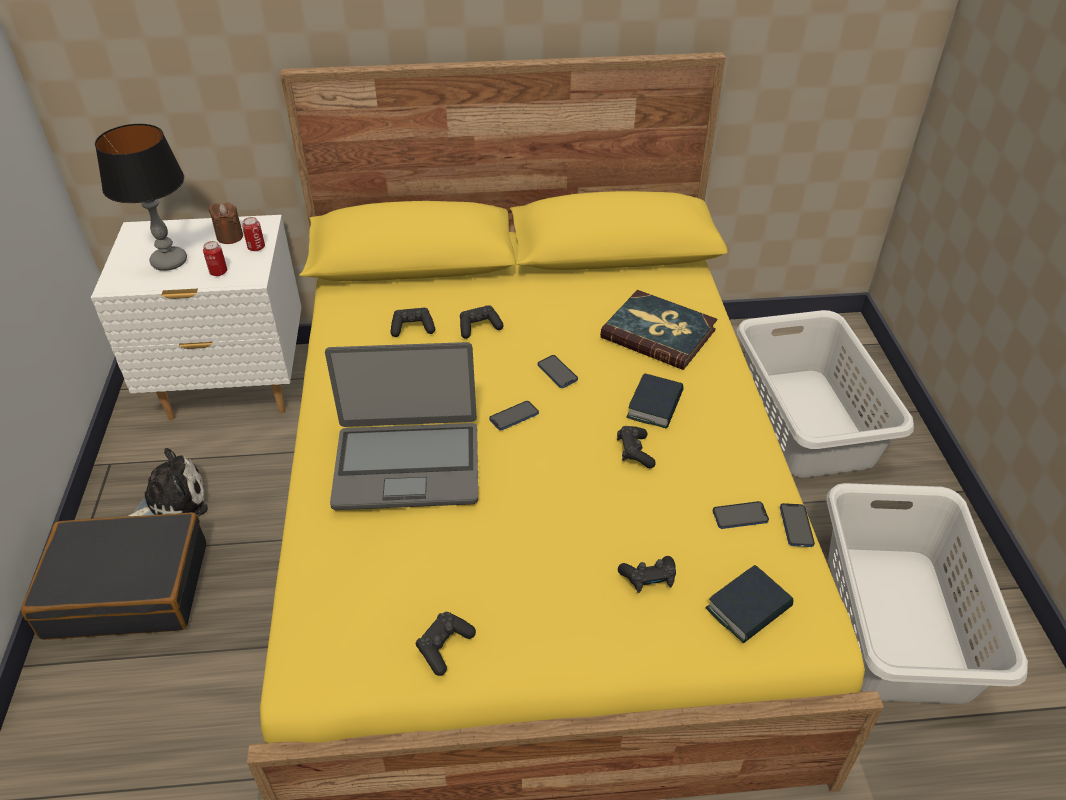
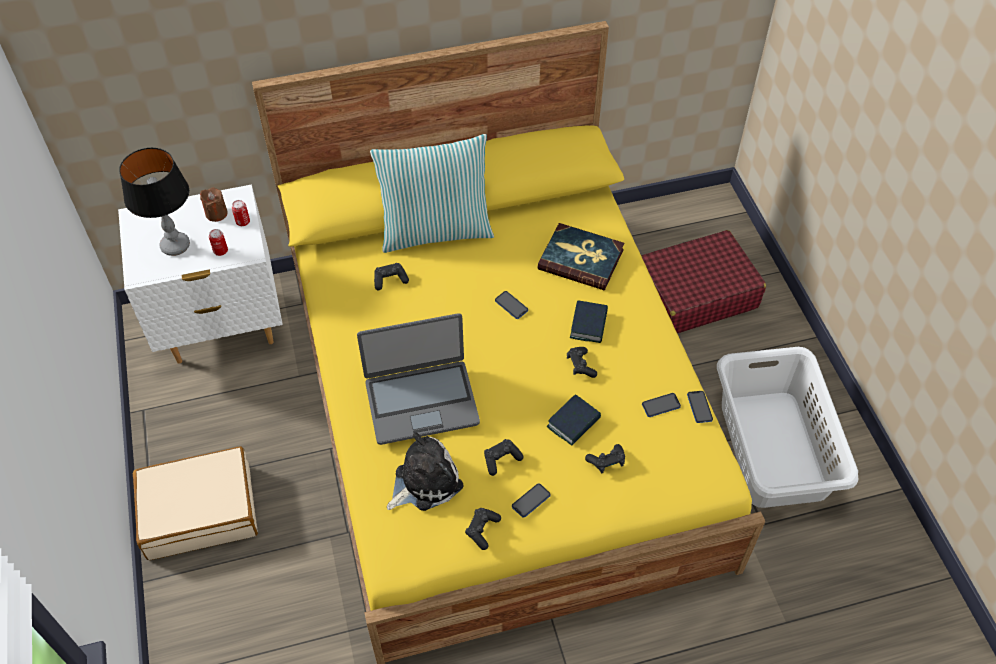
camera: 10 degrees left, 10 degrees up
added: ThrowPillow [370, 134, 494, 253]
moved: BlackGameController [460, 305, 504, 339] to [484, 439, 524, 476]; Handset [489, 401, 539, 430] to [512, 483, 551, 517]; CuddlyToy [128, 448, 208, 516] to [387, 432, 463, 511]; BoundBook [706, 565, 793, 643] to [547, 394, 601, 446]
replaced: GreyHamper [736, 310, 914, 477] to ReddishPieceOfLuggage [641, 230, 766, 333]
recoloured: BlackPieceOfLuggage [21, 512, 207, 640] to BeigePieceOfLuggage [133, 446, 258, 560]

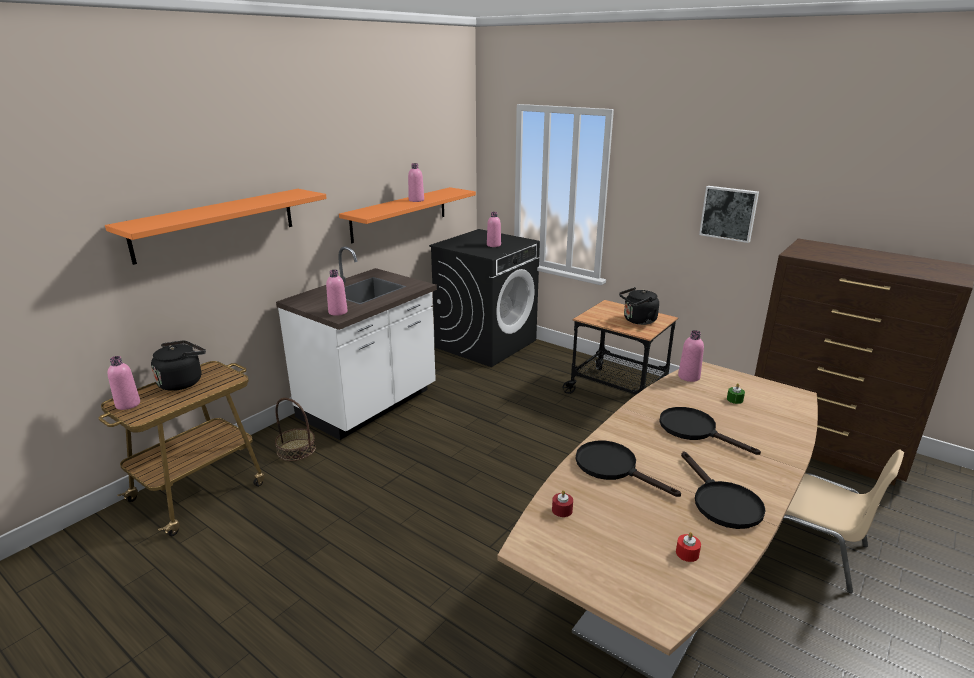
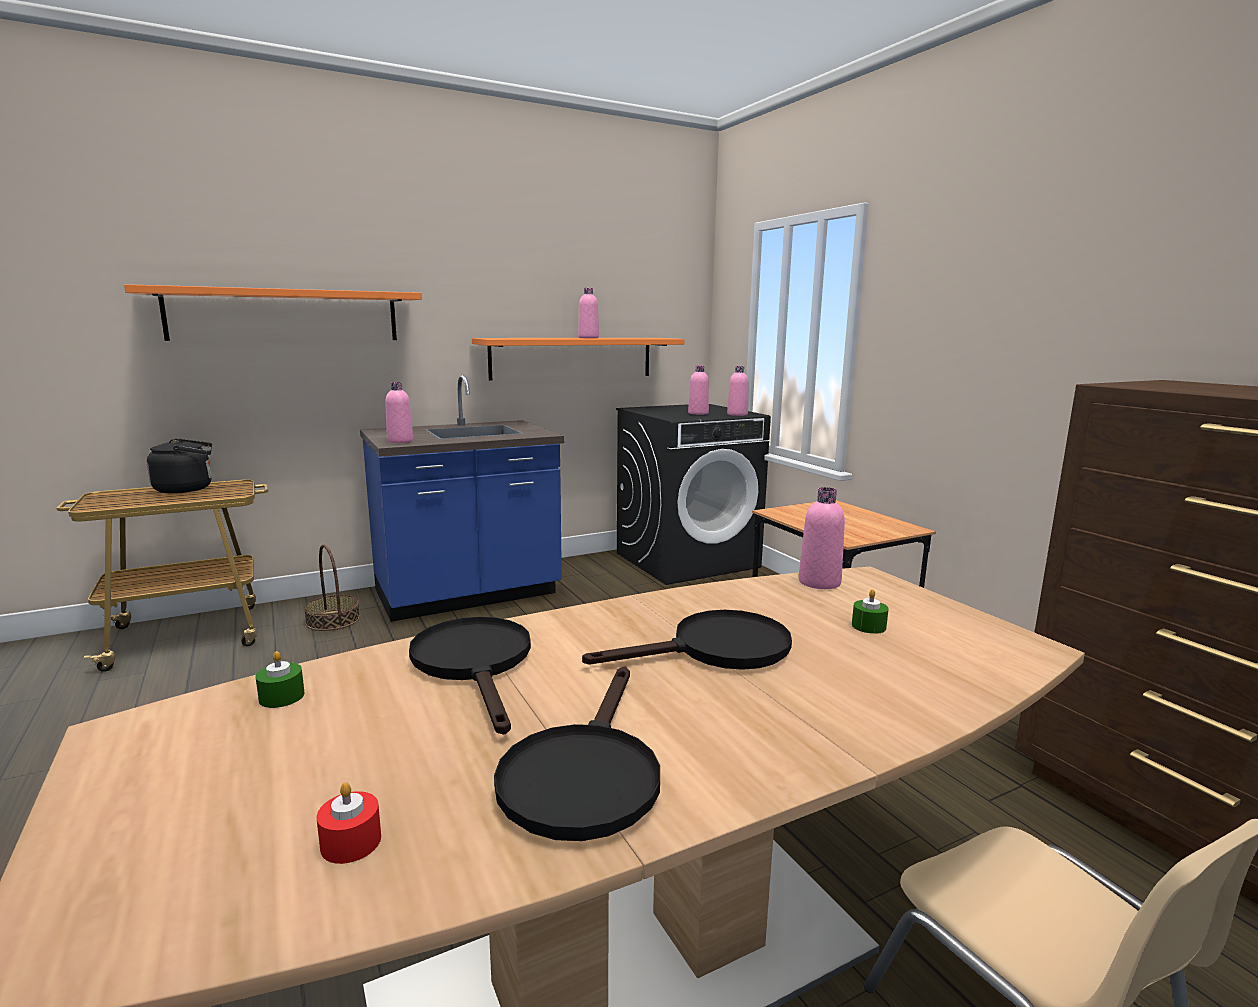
camera: 25 degrees right, 10 degrees down
removed: WallPicture [699, 186, 759, 243]; BlackKettle [619, 287, 659, 325]
moved: PinkColouredDrinkBottle [108, 356, 140, 410] to [727, 366, 749, 416]
recoloured: WhiteKitchenBaseUnit [276, 246, 437, 440] to BlueColouredKitchenBaseUnit [360, 375, 564, 622]; ReddishWaxLight [552, 490, 573, 517] to GreenWaxLight [256, 651, 305, 708]
turned: BlackSkillet [659, 407, 761, 455] = [582, 610, 792, 670] 90 degrees clockwise

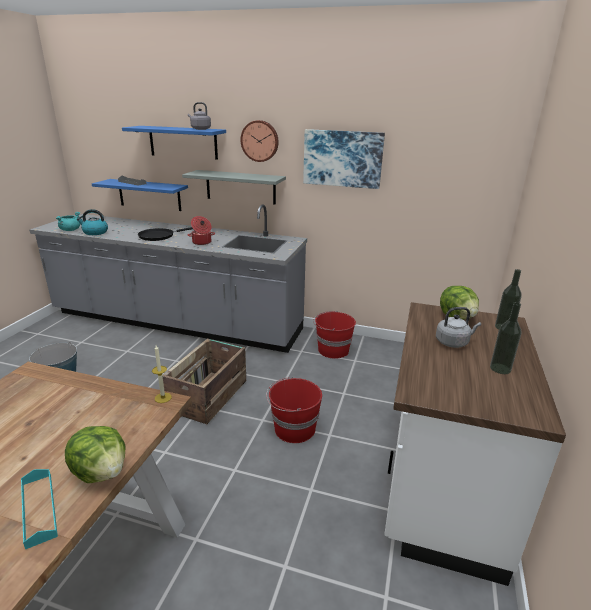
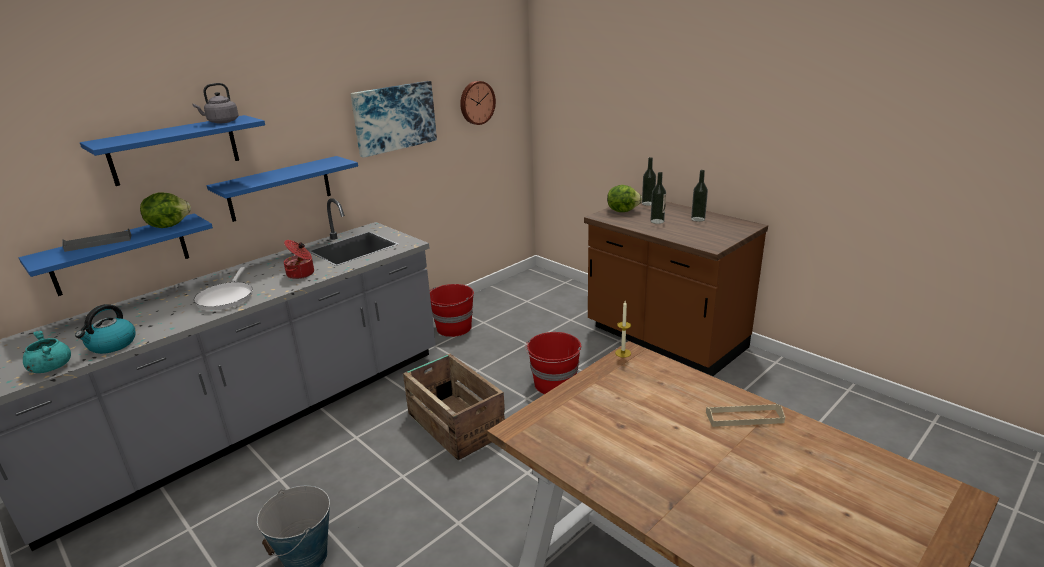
camera: 60 degrees left, 0 degrees up
moved: HangingClock [241, 120, 279, 162] to [460, 81, 496, 125]; HeadOfLettuce [65, 426, 126, 483] to [140, 193, 191, 228]
replaced: GreyKettle [436, 307, 481, 348] to DrinkBottle [650, 172, 666, 224]
recoloured: GreyWallShelf [182, 170, 286, 205] to BlueColouredWallShelf [207, 156, 358, 222]; BlackSkillet [138, 227, 193, 241] to WhiteSkillet [194, 267, 253, 310]; WhiteKitchenBaseUnit [384, 302, 566, 586] to BrownKitchenBaseUnit [584, 202, 768, 376]; TurquoiseColouredTray [21, 469, 58, 550] to BeigeTray [706, 403, 785, 427]

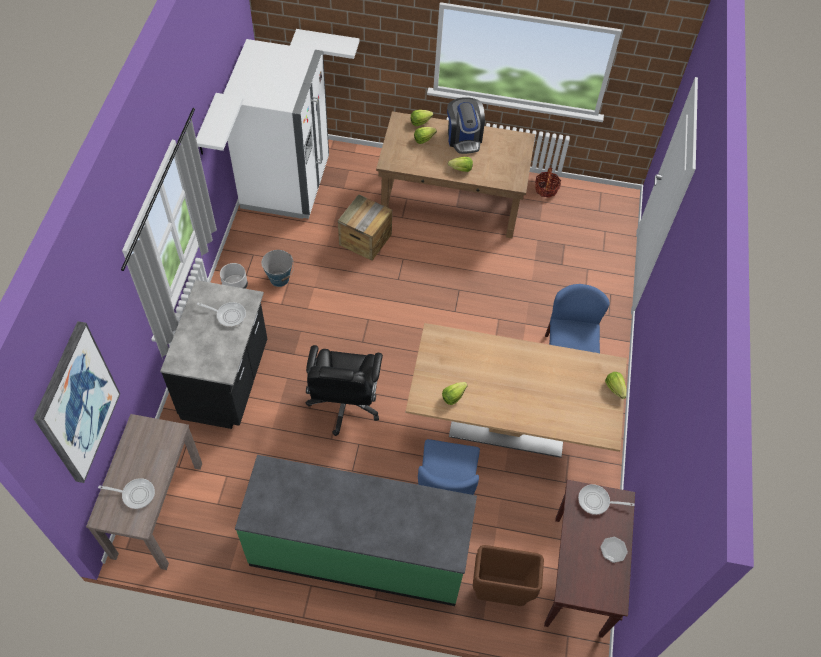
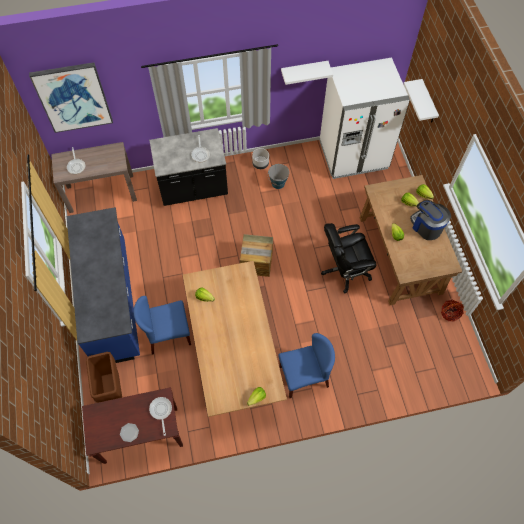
camera: 70 degrees right, 5 degrees up
moved: Crate [338, 194, 392, 261] to [240, 234, 273, 277]; BlackOfficeChair [306, 345, 383, 436] to [321, 223, 376, 293]
recoloured: GreenKitchenBaseUnit [235, 455, 477, 606] to BlueColouredKitchenBaseUnit [67, 207, 140, 363]
turned: CoffeeBrewer [447, 97, 485, 154] = [410, 200, 451, 240] 90 degrees clockwise

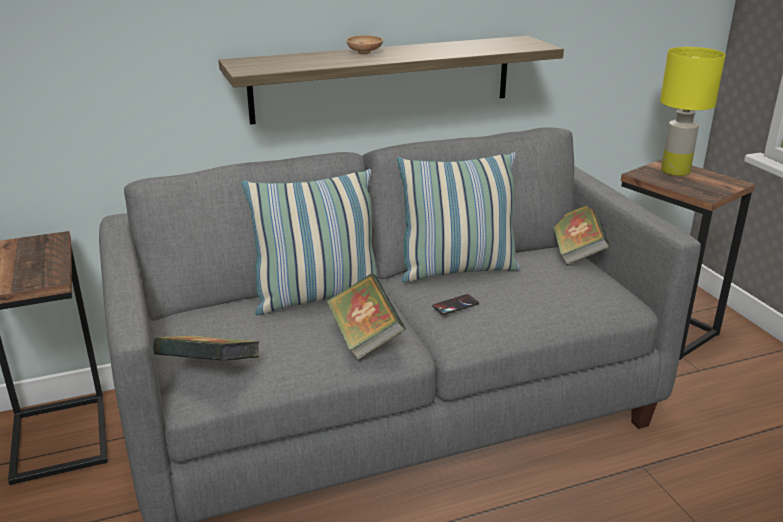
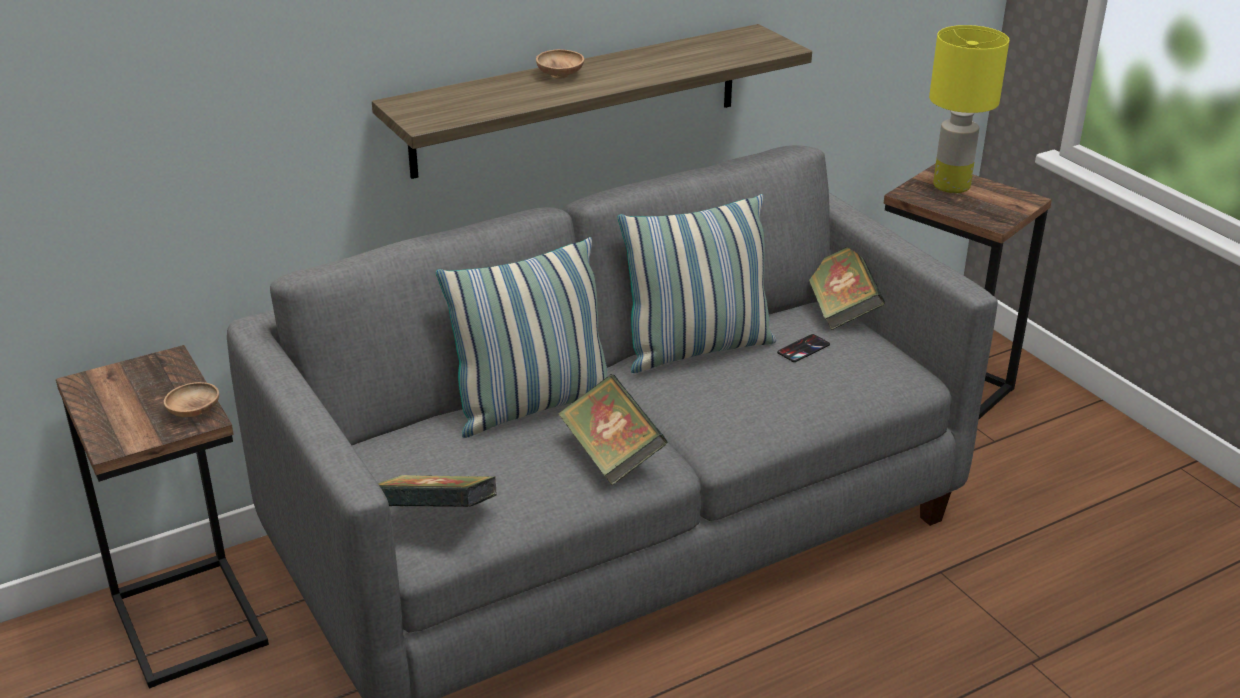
camera: 10 degrees left, 5 degrees up
added: BrownDeepDish [164, 382, 219, 417]
moved: Handset [432, 294, 479, 315] to [777, 334, 830, 362]

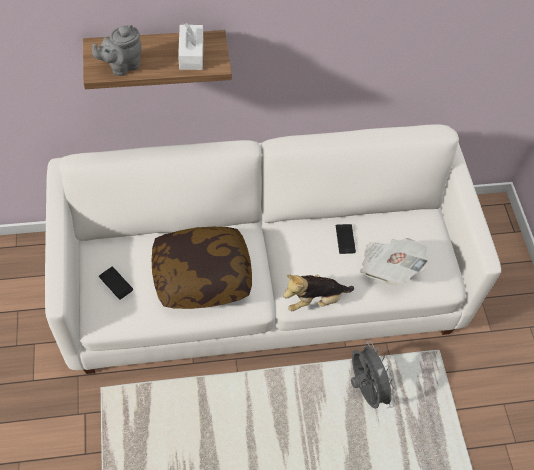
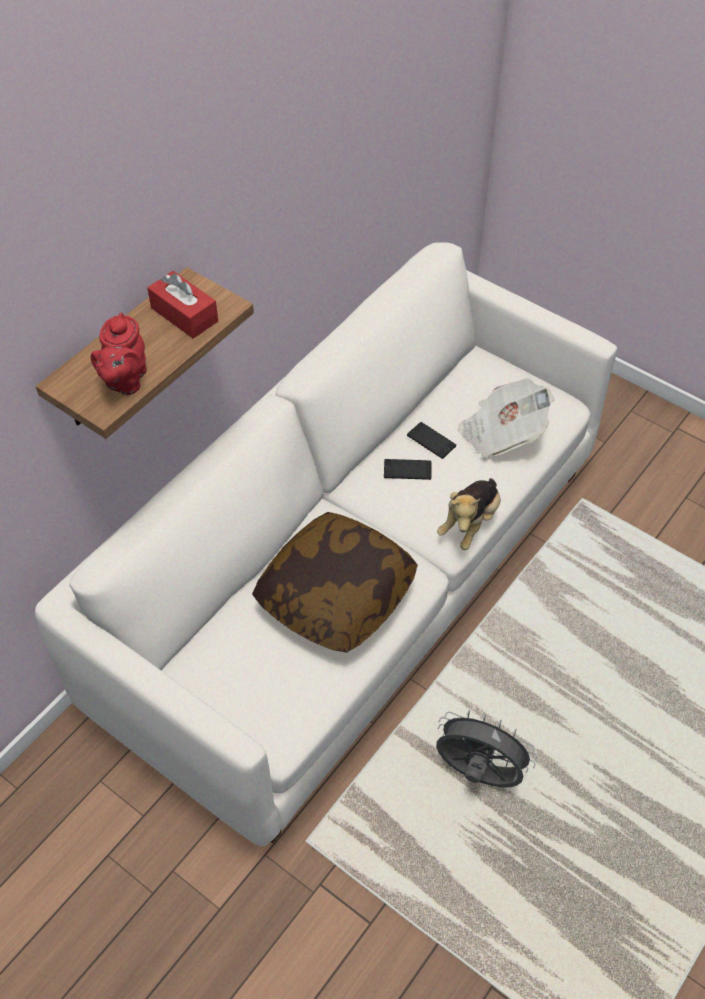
camera: 40 degrees left, 5 degrees down
moved: Handset [99, 267, 133, 300] to [384, 459, 432, 480]; GreyCoolingFan [351, 341, 397, 409] to [436, 710, 537, 787]
recoloured: WhiteBoxOfTissues [178, 23, 203, 70] to ReddishBoxOfTissues [147, 271, 218, 339]; GreyPotForTea [92, 25, 141, 76] to ReddishPotForTea [90, 312, 147, 395]

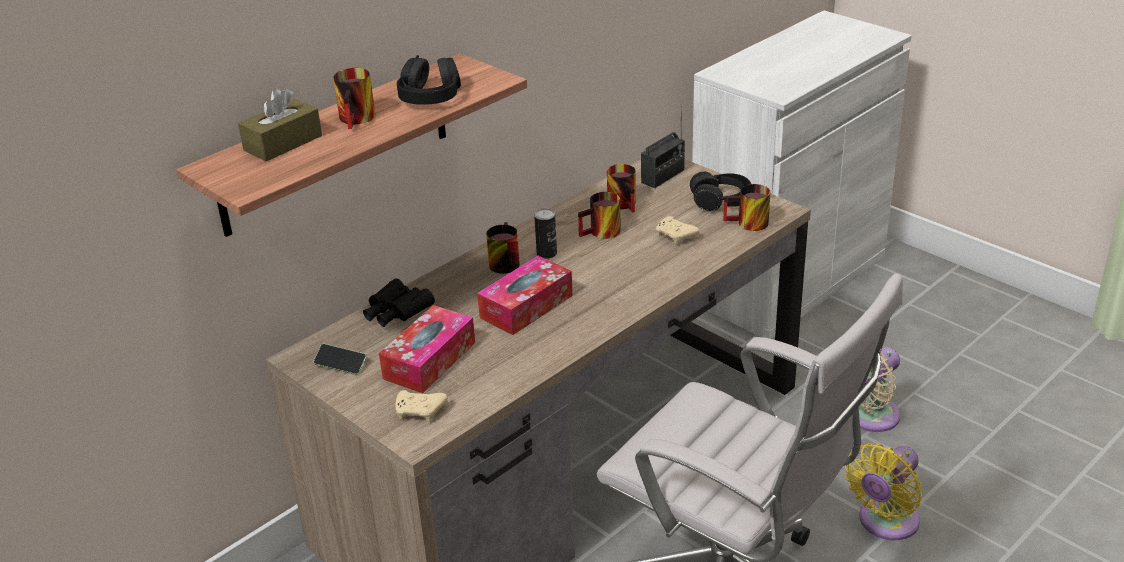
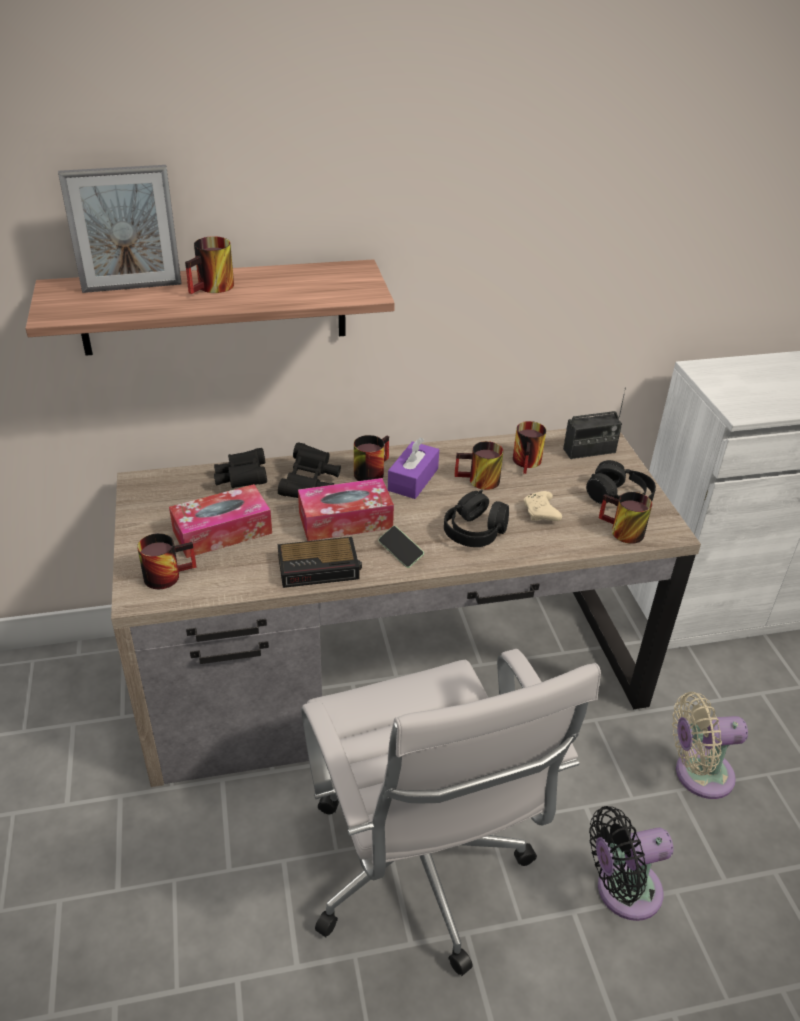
camera: 30 degrees right, 5 degrees up
added: BlackBinoculars [278, 442, 341, 498]; TableClock [278, 537, 362, 588]
moved: BlackHeadset [397, 55, 461, 105] to [444, 490, 509, 547]; Handset [313, 344, 367, 375] to [378, 526, 424, 568]
replaced: BrownBoxOfTissues [238, 88, 322, 161] to StandingFrame [58, 165, 182, 293]; SealedCan [534, 208, 557, 259] to PurplishBoxOfTissues [388, 437, 439, 499]; BeigeGameController [396, 390, 448, 421] to Mug [137, 533, 197, 589]
recoloured: YellowColouredCoolingFan [845, 443, 922, 540] to BlackCoolingFan [589, 806, 674, 921]

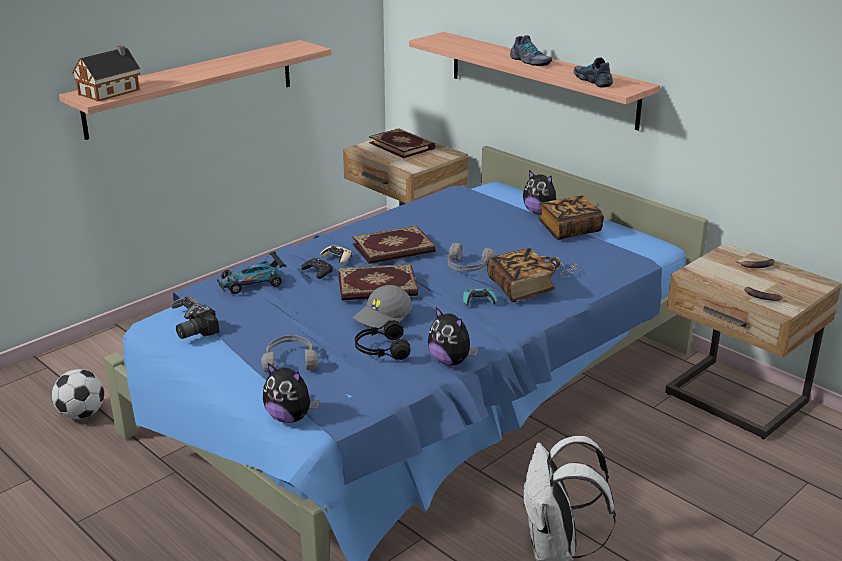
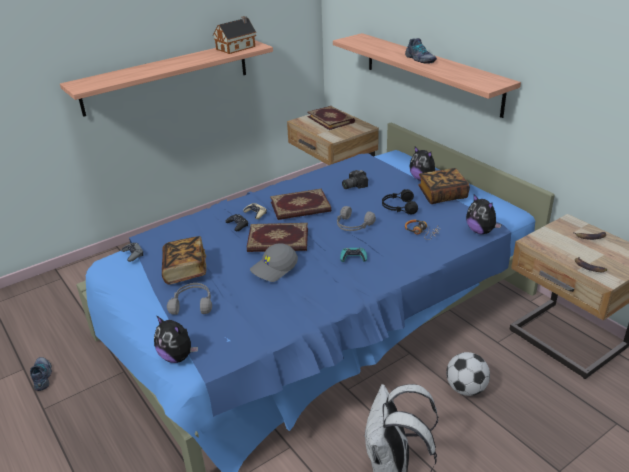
camera: 10 degrees right, 5 degrees up
removed: ModelCar [217, 252, 286, 294]
moved: MiniatureHouse [72, 45, 140, 102] to [213, 16, 256, 54]; LowShoe [574, 57, 613, 88] to [30, 357, 52, 391]; BoundBook [487, 248, 555, 302] to [162, 236, 206, 285]; StillCamera [176, 307, 219, 339] to [342, 170, 368, 189]; CuddlyToy [428, 307, 478, 366] to [466, 194, 502, 234]; BlackHeadset [355, 320, 411, 360] to [382, 189, 418, 214]; Football [52, 369, 104, 419] to [446, 352, 490, 396]

